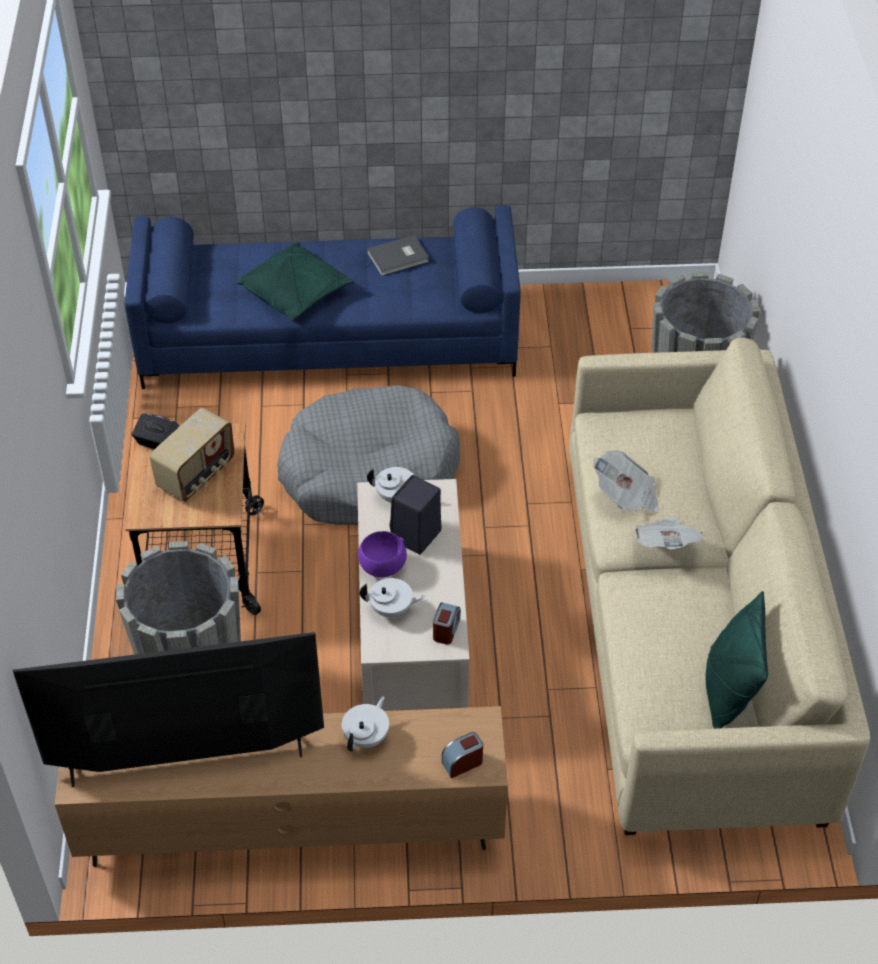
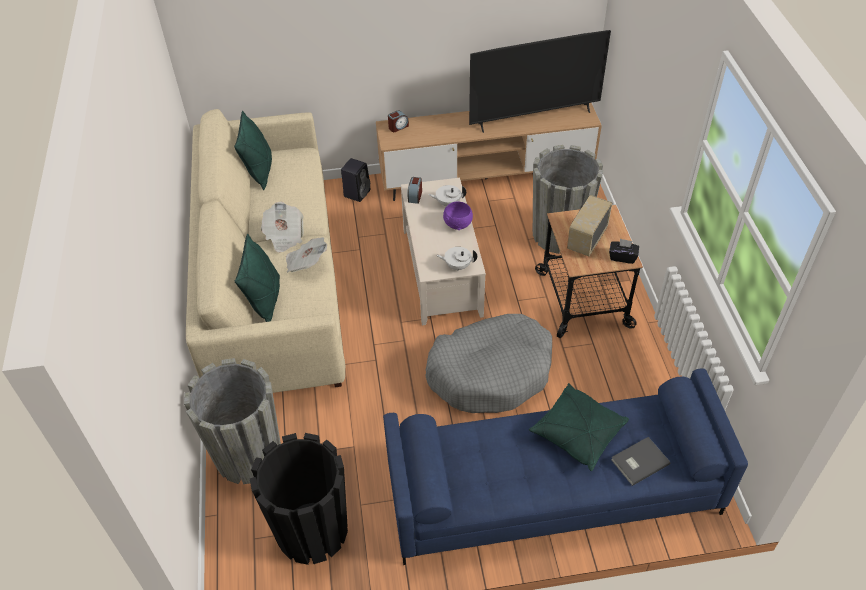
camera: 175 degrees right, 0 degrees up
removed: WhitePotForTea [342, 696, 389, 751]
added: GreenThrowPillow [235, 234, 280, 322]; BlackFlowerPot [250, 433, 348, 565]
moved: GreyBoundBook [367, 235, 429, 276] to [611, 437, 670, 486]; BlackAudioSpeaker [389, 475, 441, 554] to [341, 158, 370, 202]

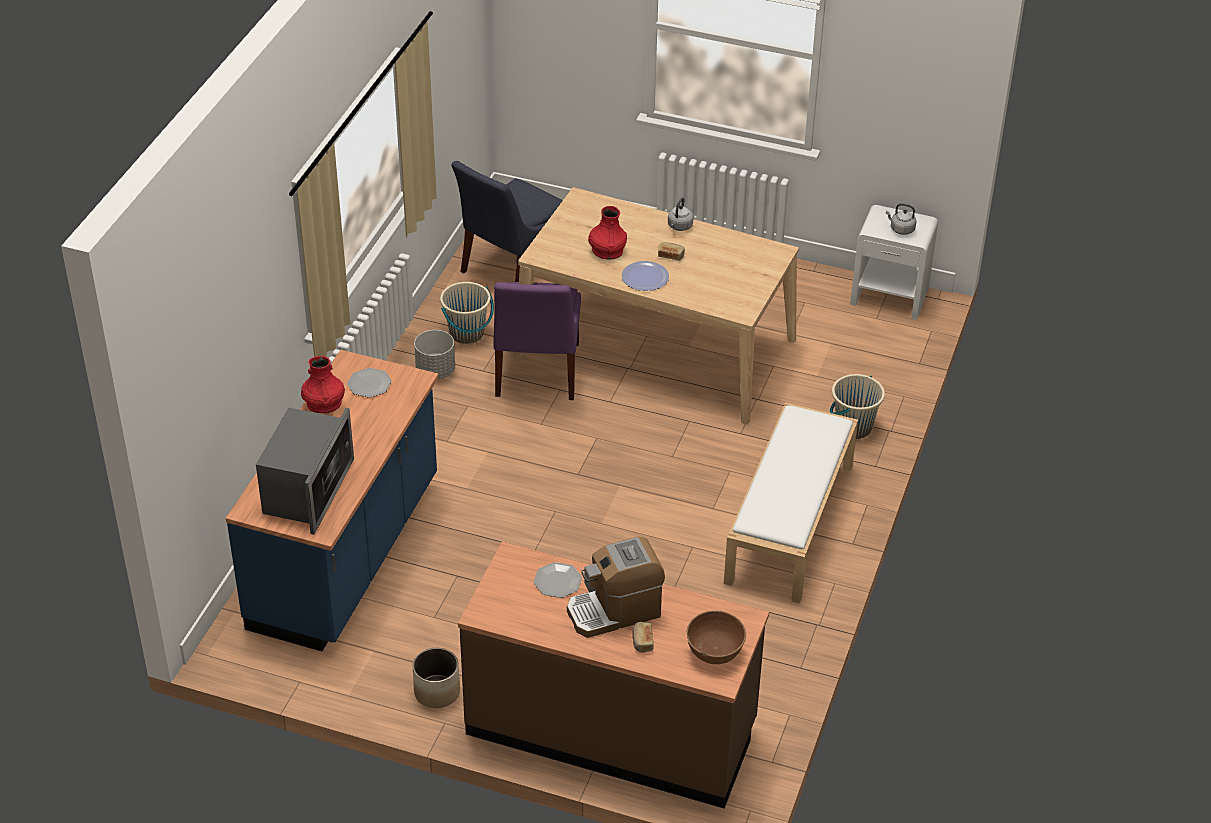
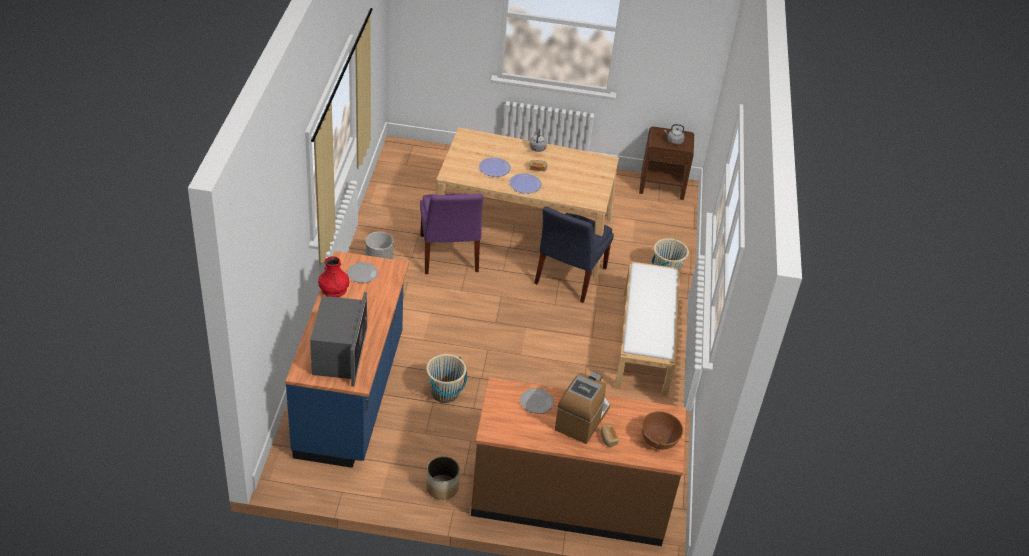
camera: 15 degrees left, 0 degrees up
moved: BlueColouredPlainChair [451, 161, 563, 282] to [534, 207, 614, 303]; BeigeBucket [440, 282, 494, 344] to [426, 354, 467, 403]
replaced: ReddishFlowerVase [588, 206, 627, 260] to FlatDish [479, 157, 511, 177]
recoloured: WhiteNightstand [850, 205, 938, 320] to BrownNightstand [639, 127, 694, 200]
turned: CoffeeBrewer [567, 537, 665, 638] = [555, 372, 610, 444] 150 degrees clockwise

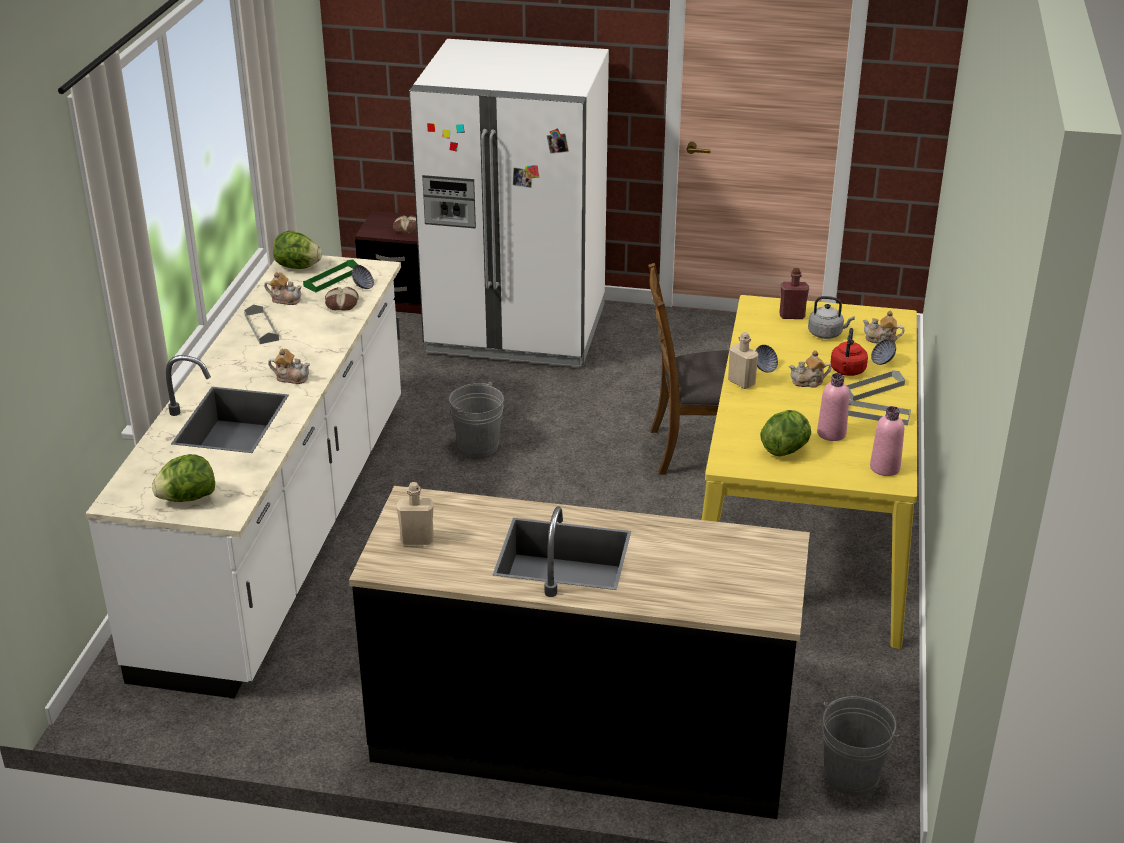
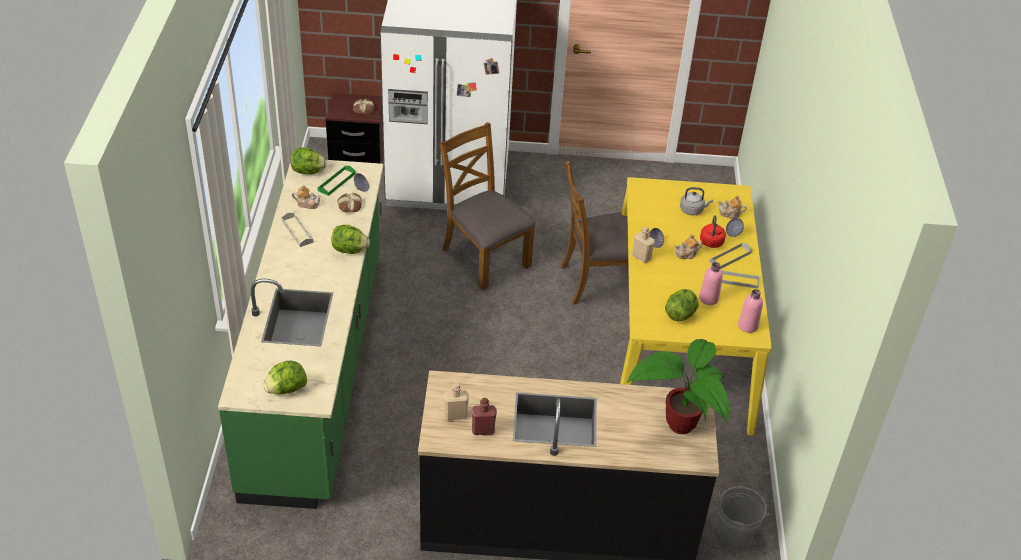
camera: 10 degrees left, 10 degrees up
removed: PotForTea [268, 349, 310, 384]; GreyBucket [449, 382, 504, 457]
added: BrownPlainChair [440, 122, 536, 291]; HeadOfLettuce [331, 225, 370, 254]; PottedPlant [627, 339, 729, 434]
moved: ReddishDrinkBottle [780, 268, 809, 319] to [472, 398, 497, 435]
recoloured: WhiteKitchenBaseUnit [85, 255, 401, 698] to GreenKitchenBaseUnit [218, 160, 383, 509]

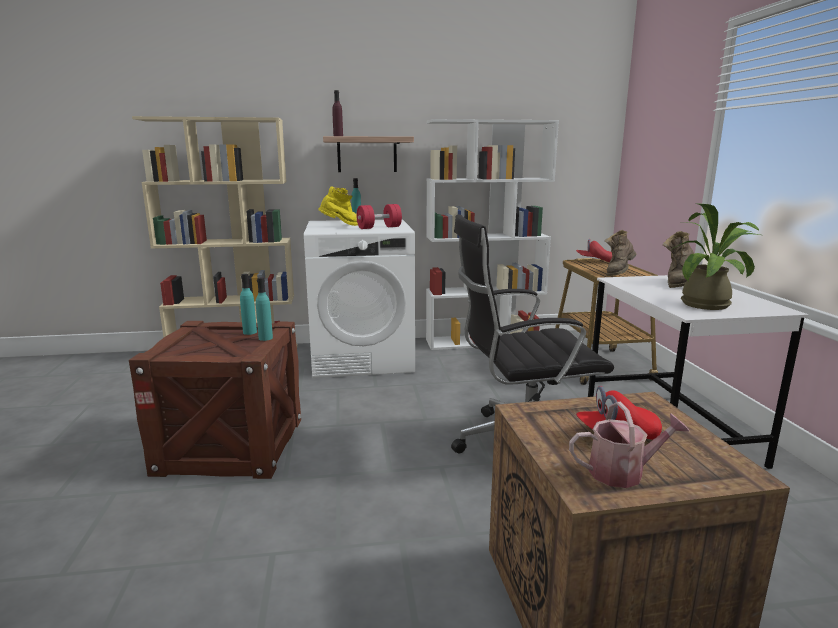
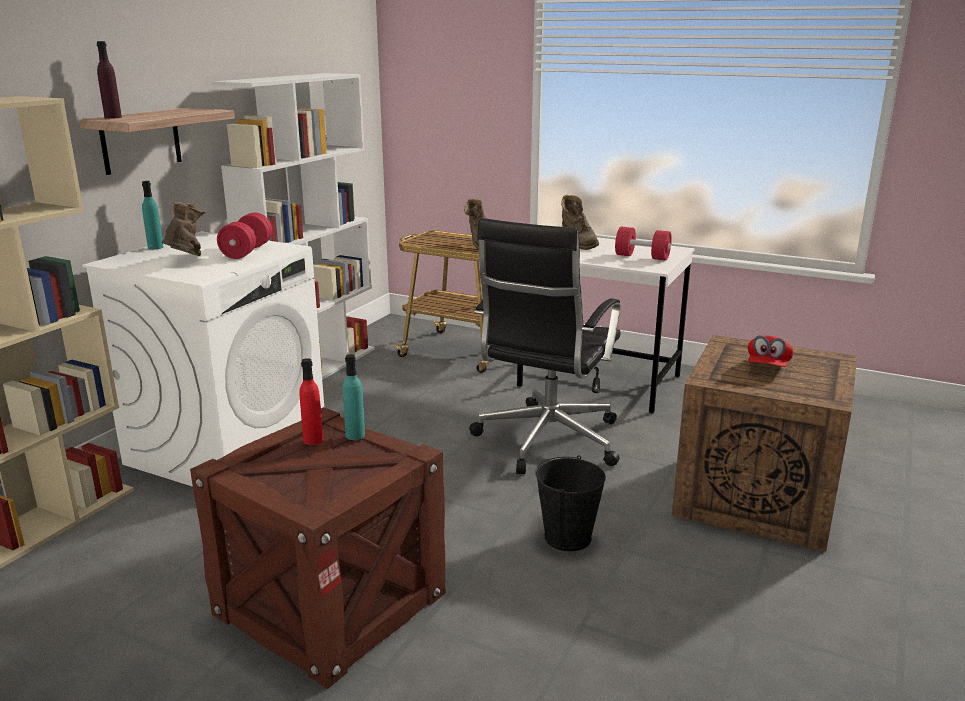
camera: 55 degrees left, 5 degrees up
removed: ReddishBaseballCap [576, 239, 612, 262]; WateringPot [569, 402, 690, 488]
added: BlackBucket [535, 455, 606, 551]
replaced: PottedPlant [672, 203, 760, 310] to ReddishHandWeight [615, 227, 672, 261]
recoloured: YellowColouredTallBoot [318, 186, 358, 226] to BrownTallBoot [162, 202, 206, 256]; TurquoiseColouredDrinkBottle [240, 274, 257, 335] to ReddishDrinkBottle [299, 358, 323, 445]

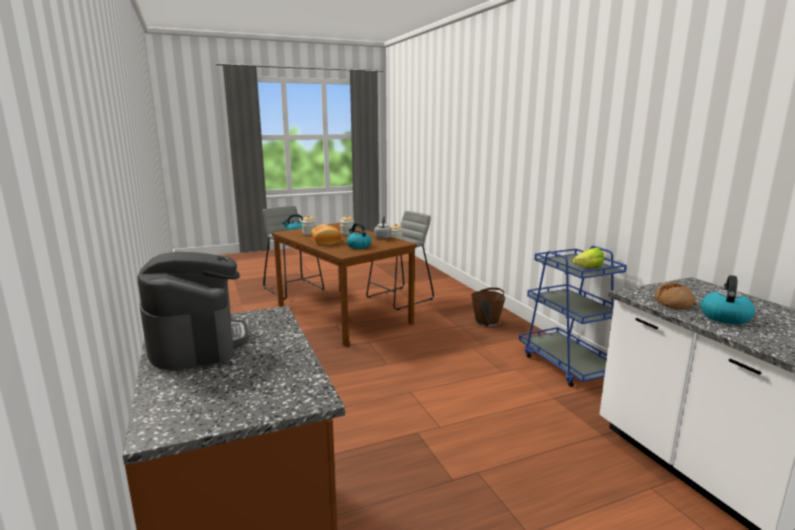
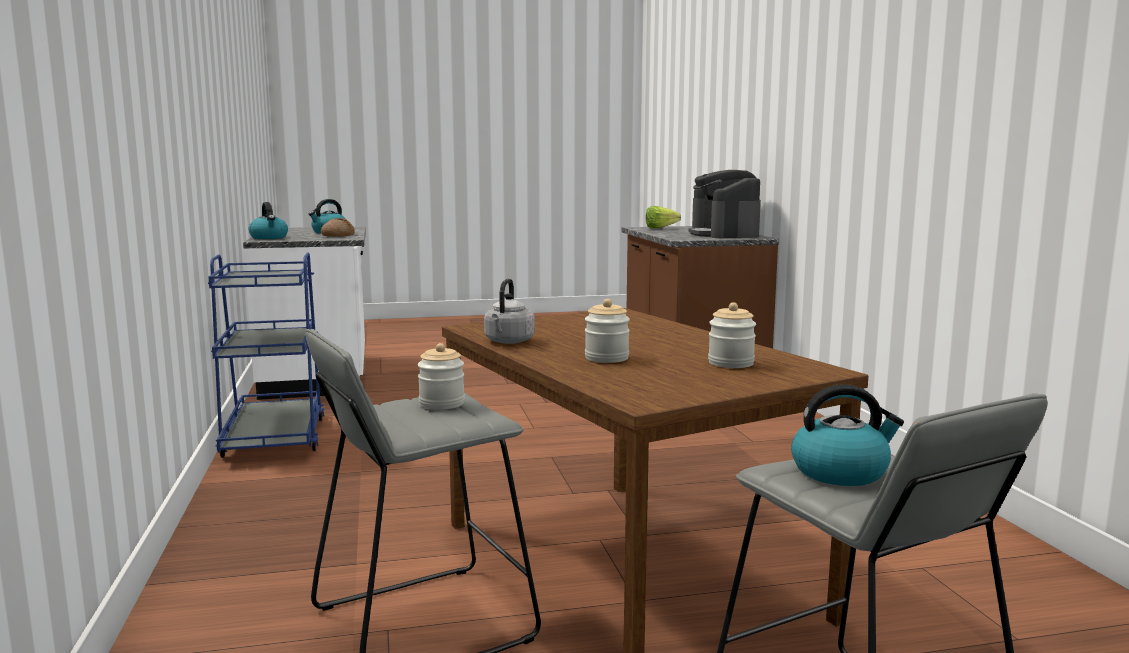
camera: 170 degrees left, 5 degrees down
removed: Bread [311, 224, 341, 245]; BrownBucket [471, 288, 505, 327]
moved: Kettle [346, 223, 371, 249] to [249, 202, 288, 239]; HeadOfLettuce [573, 247, 604, 268] to [646, 206, 681, 229]

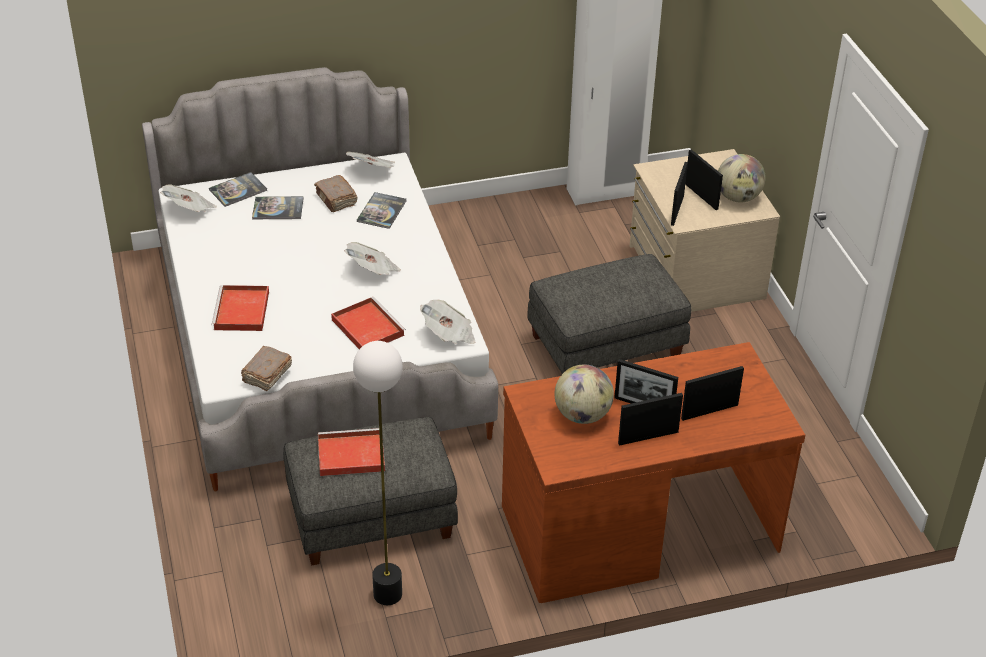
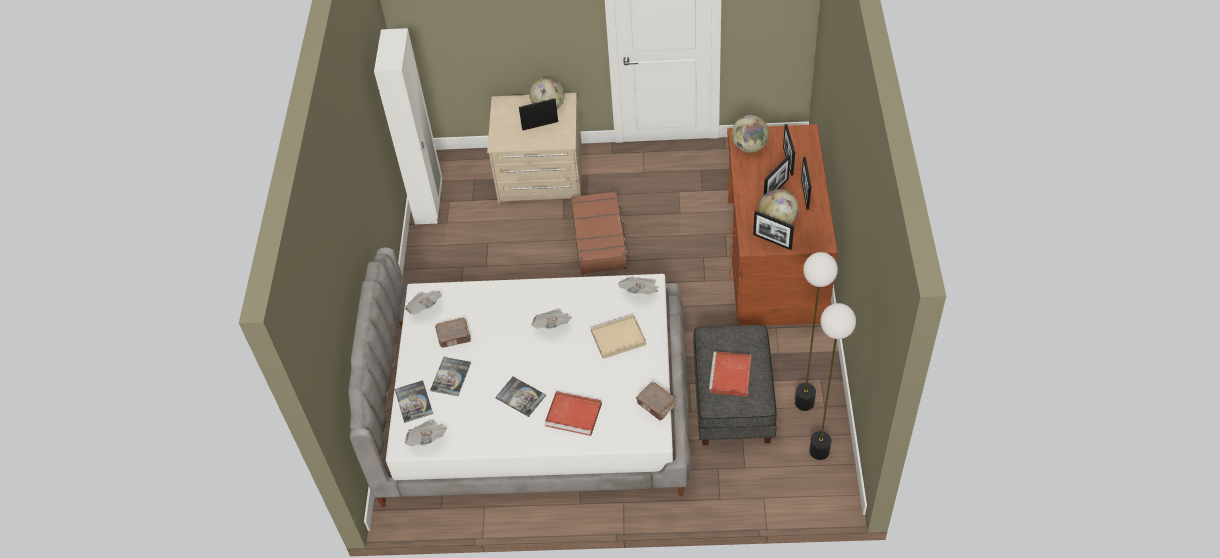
camera: 70 degrees left, 10 degrees up
added: DeskGlobe [732, 115, 769, 153]; StandingLamp [809, 303, 856, 460]
moved: StandingFrame [671, 162, 688, 226] to [753, 211, 794, 250]; BoundBook [357, 192, 406, 229] to [495, 377, 546, 417]
replaced: GreyOttoman [527, 254, 691, 374] to BrownPieceOfLuggage [571, 191, 630, 274]
recoloured: ReddishTray [331, 297, 406, 349] to BeigeTray [590, 314, 646, 359]

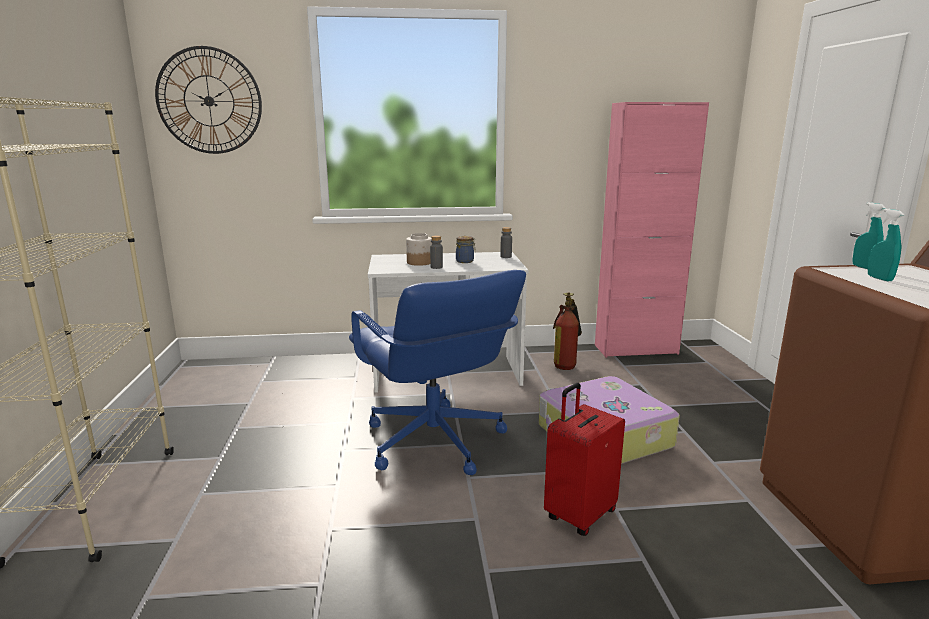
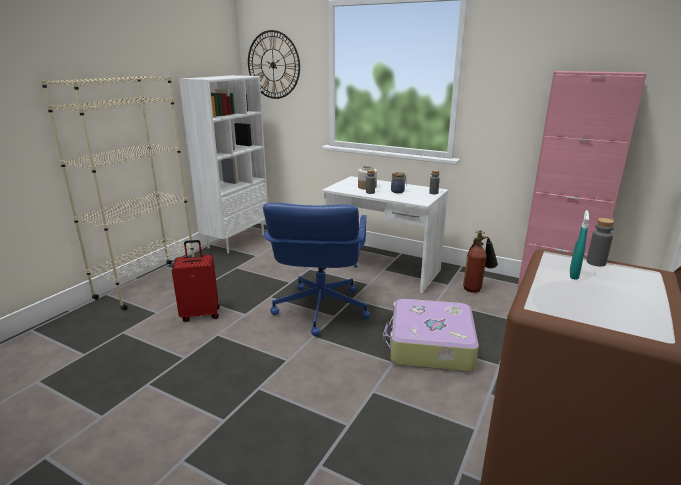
camera: 35 degrees right, 5 degrees up
added: WhiteShelvingUnit [179, 75, 268, 253]
moved: ReddishPieceOfLuggage [544, 383, 625, 536] to [172, 240, 220, 322]
replaced: TurquoiseColouredSprayBottle [852, 202, 886, 269] to GreyDrinkBottle [587, 218, 614, 266]

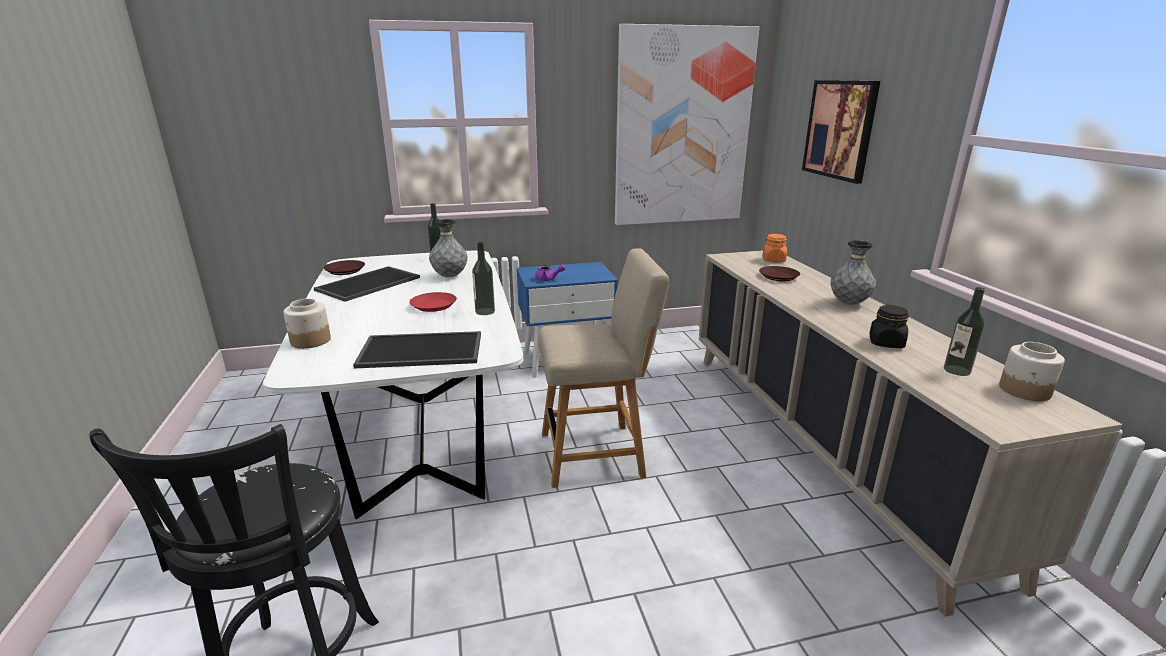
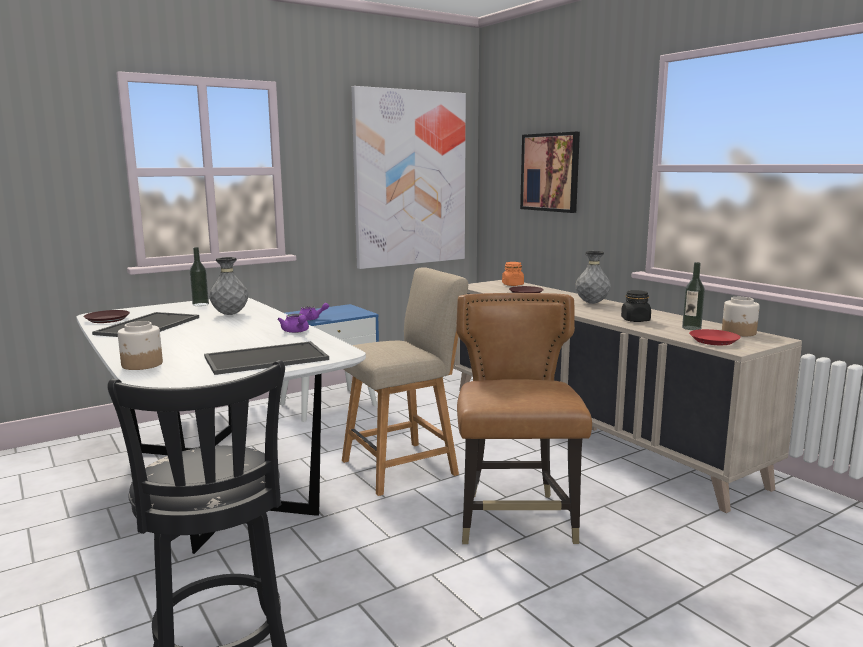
camera: 20 degrees left, 10 degrees down
added: BrownPlainChair [456, 293, 592, 544]
moved: ReddishFlatDish [409, 292, 457, 312] to [689, 329, 740, 345]
replaced: DrinkBottle [472, 242, 495, 315] to PurplishPotForTea [277, 314, 309, 333]

